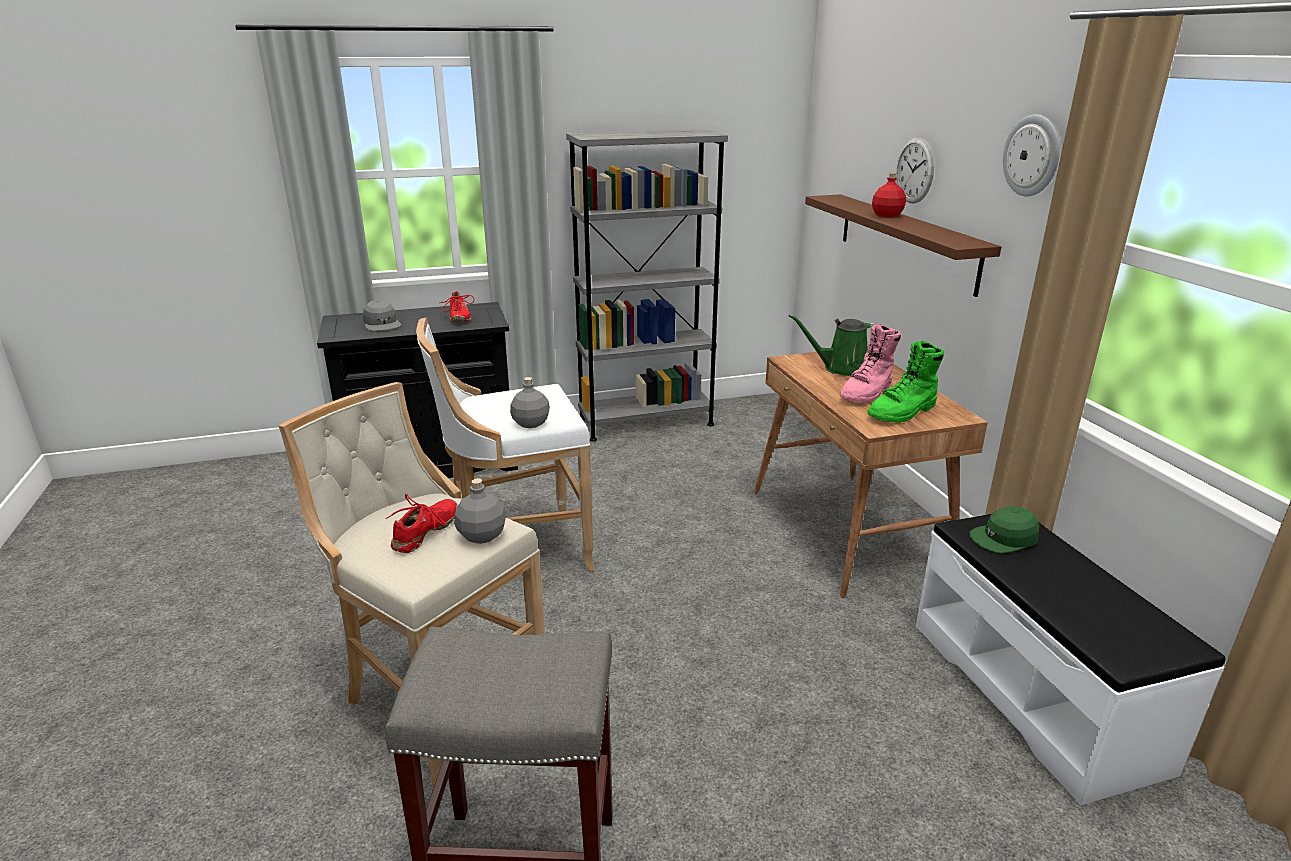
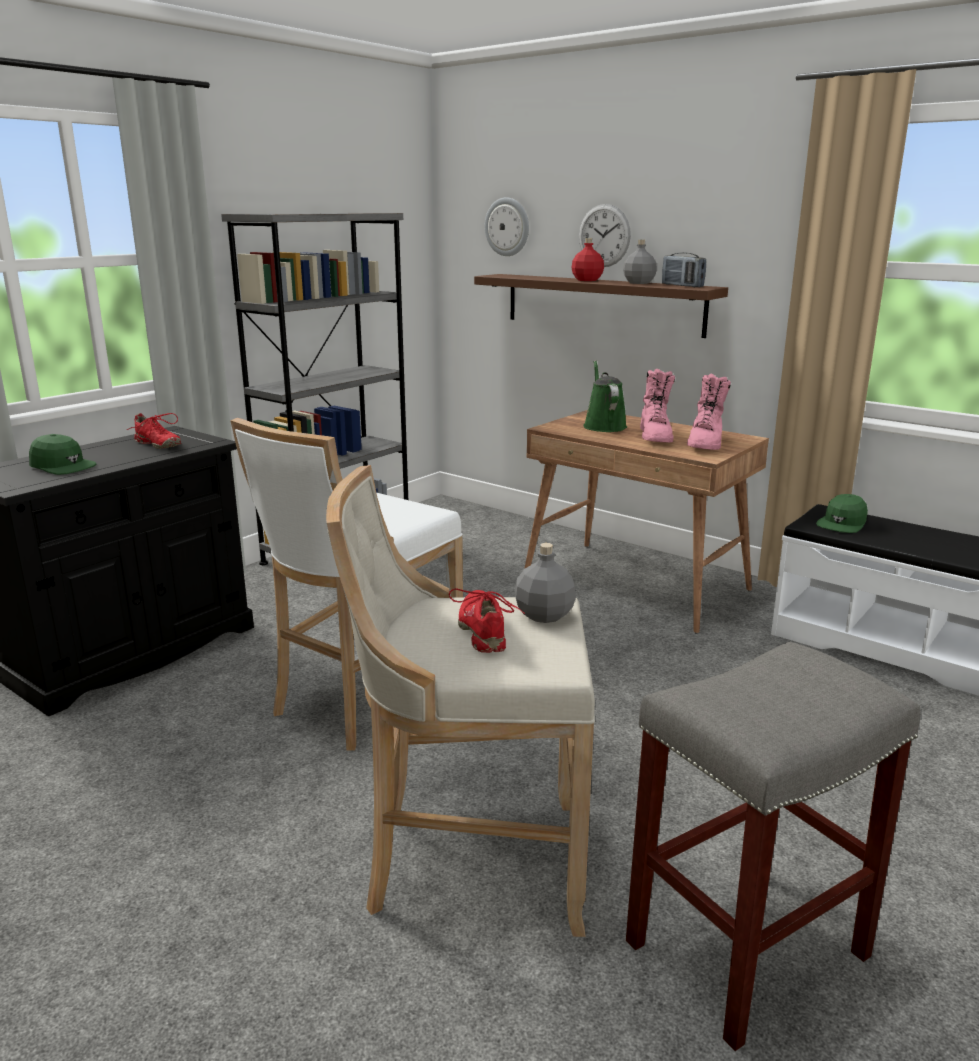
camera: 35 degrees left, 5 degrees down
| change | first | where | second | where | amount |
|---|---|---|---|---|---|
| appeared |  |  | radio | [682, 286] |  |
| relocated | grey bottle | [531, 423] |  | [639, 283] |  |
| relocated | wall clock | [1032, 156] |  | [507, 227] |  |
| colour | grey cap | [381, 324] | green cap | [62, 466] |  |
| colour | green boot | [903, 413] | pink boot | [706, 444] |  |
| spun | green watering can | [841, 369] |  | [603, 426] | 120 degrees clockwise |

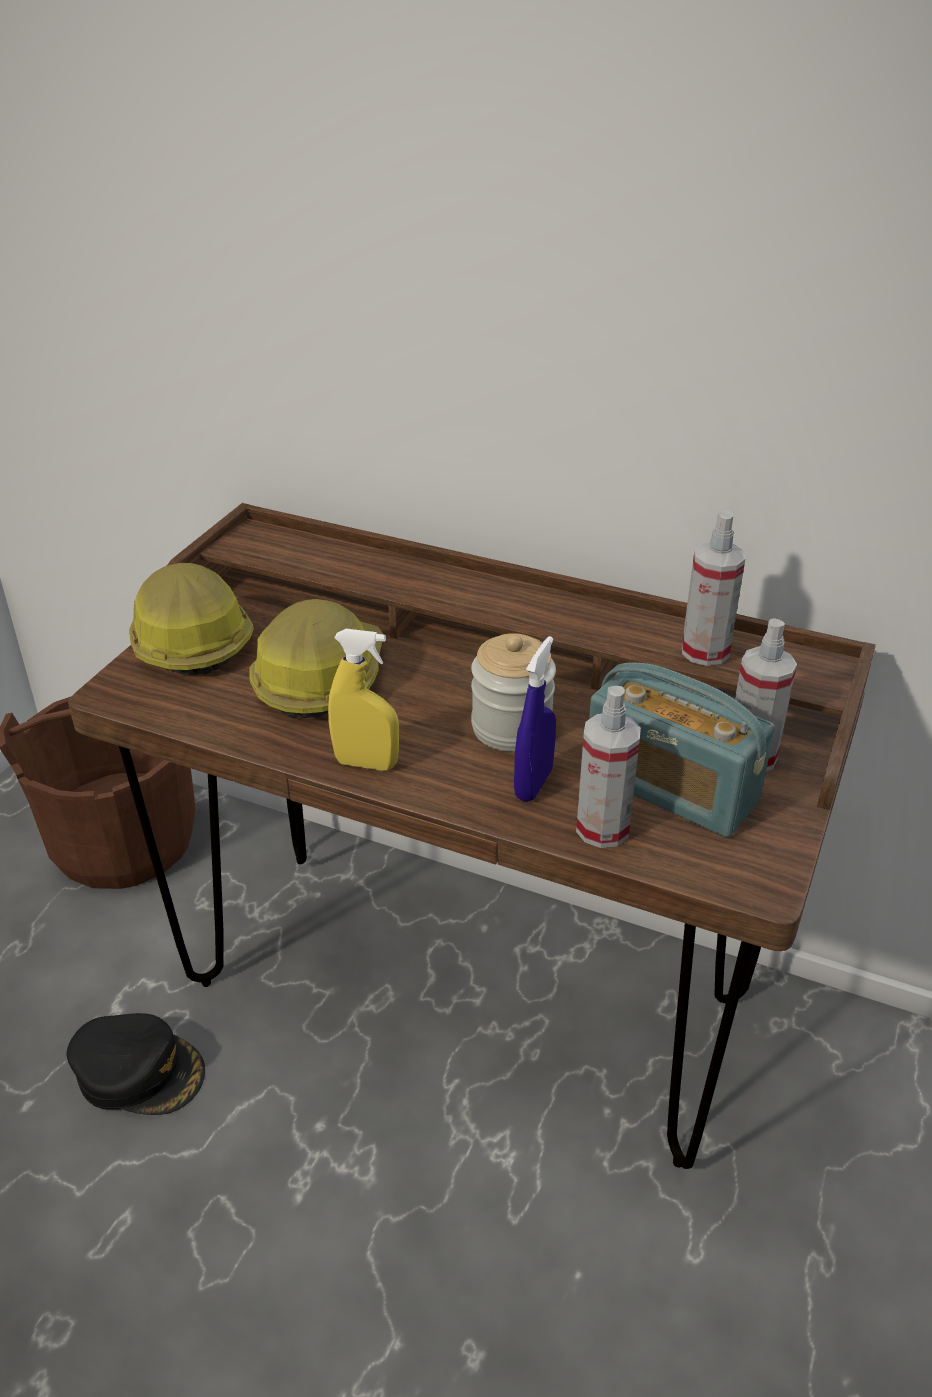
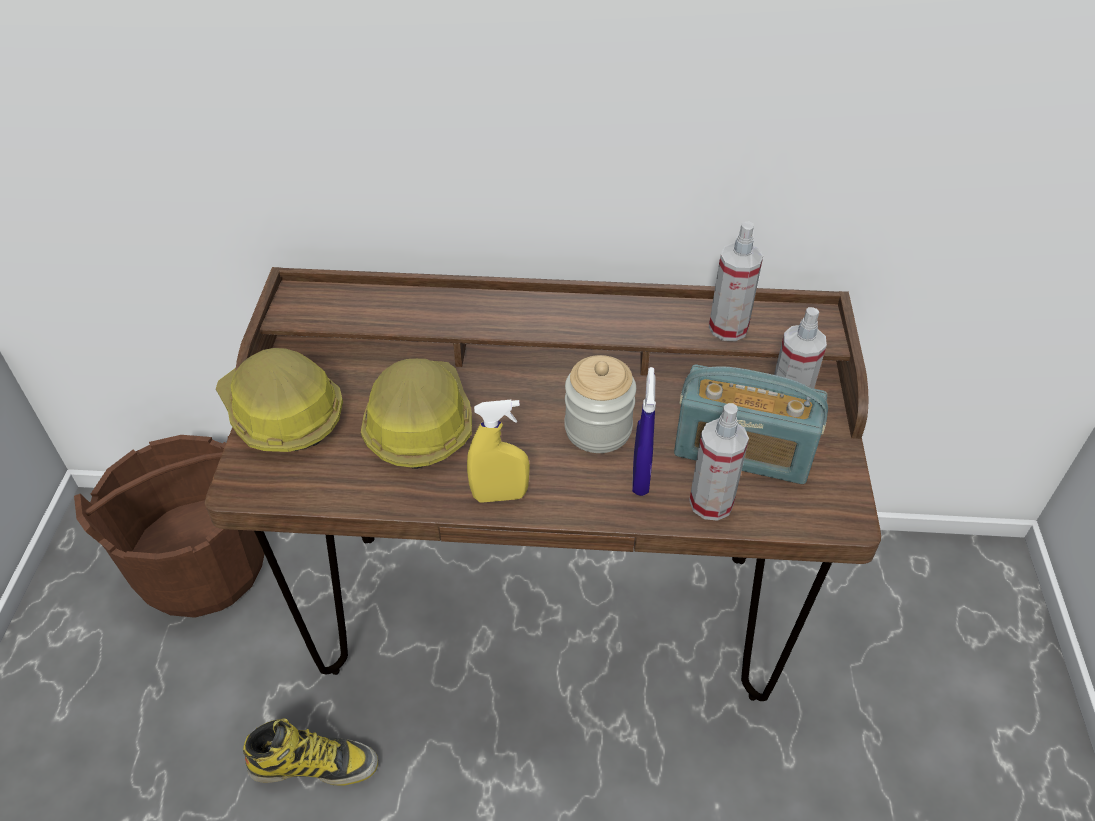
camera: 20 degrees left, 10 degrees up
| change | first | where | second | where | amount |
|---|---|---|---|---|---|
| exchanged | black cap | [139, 1071] | boot | [314, 764] |  |

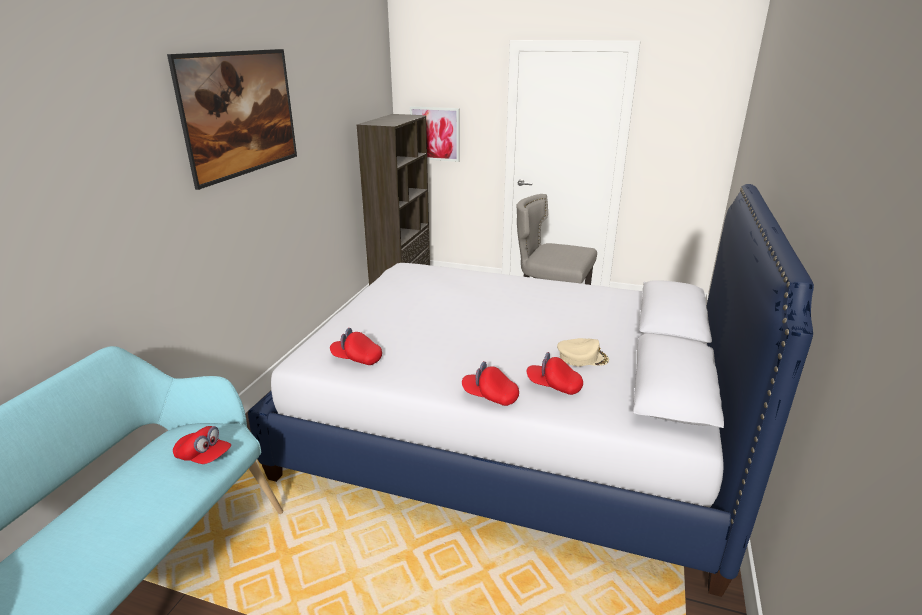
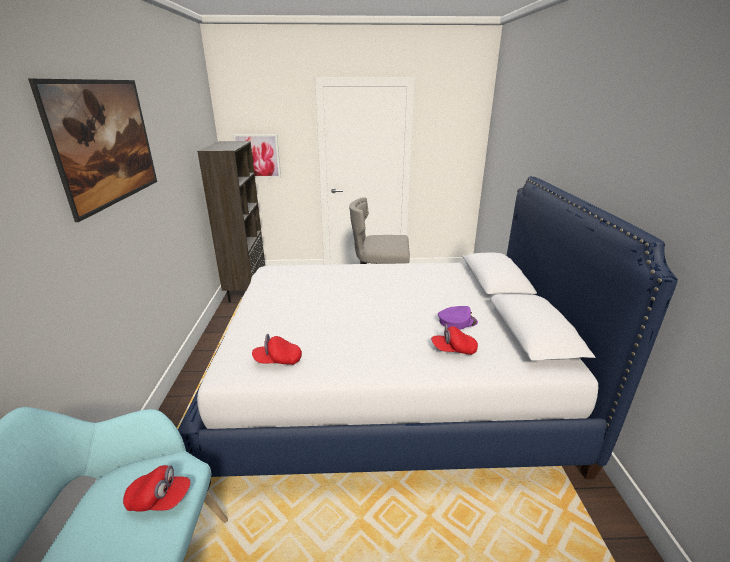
camera: 20 degrees left, 0 degrees up
| change | first | where | second | where | amount |
|---|---|---|---|---|---|
| missing | red cap | [490, 396] |  |  |  |
| colour | beige cap | [582, 357] | purple cap | [457, 321] |  |

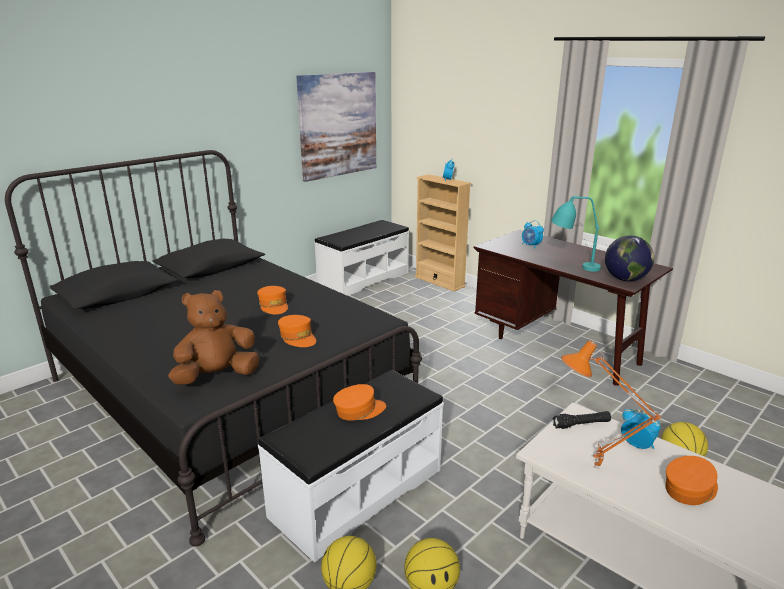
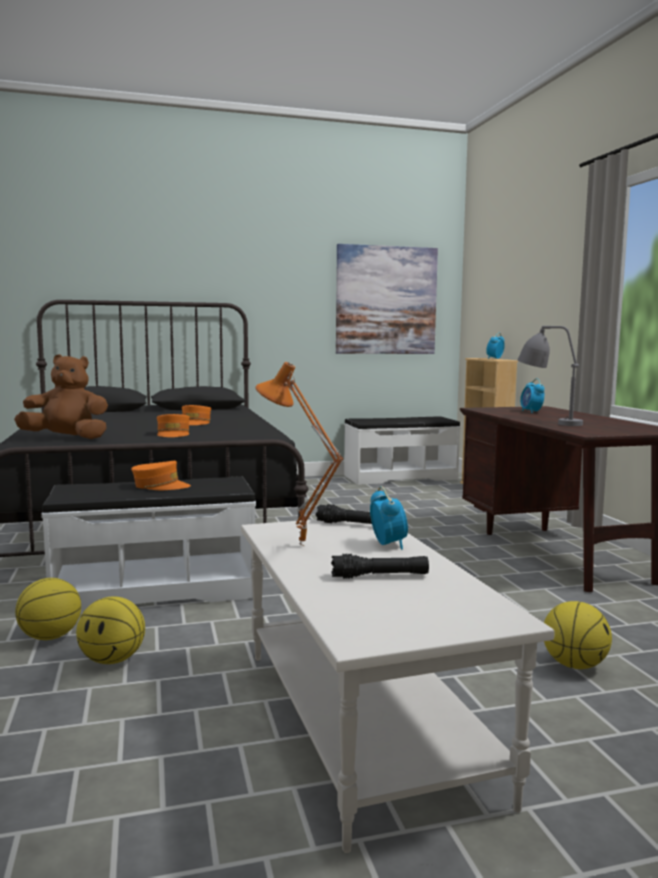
camera: 30 degrees right, 15 degrees down
| change | first | where | second | where | amount |
|---|---|---|---|---|---|
| missing | globe | [625, 279] |  |  |  |
| exchanged | orange cap | [690, 488] | black flashlight | [380, 576] |  |
| colour | turquoise table lamp | [571, 266] | grey table lamp | [546, 422] |  |

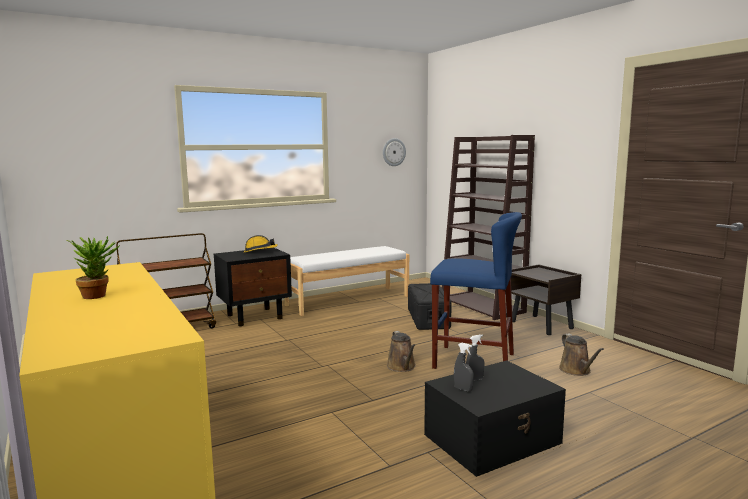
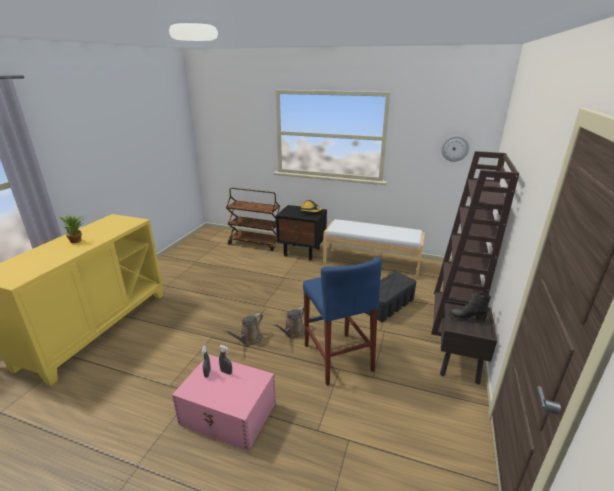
camera: 50 degrees right, 15 degrees up
| change | first | where | second | where | amount |
|---|---|---|---|---|---|
| appeared |  |  | black boot | [466, 318] |  |
| relocated | brown watering can | [576, 371] |  | [249, 339] |  |
| colour | black storage box | [493, 439] | pink storage box | [229, 414] |  |

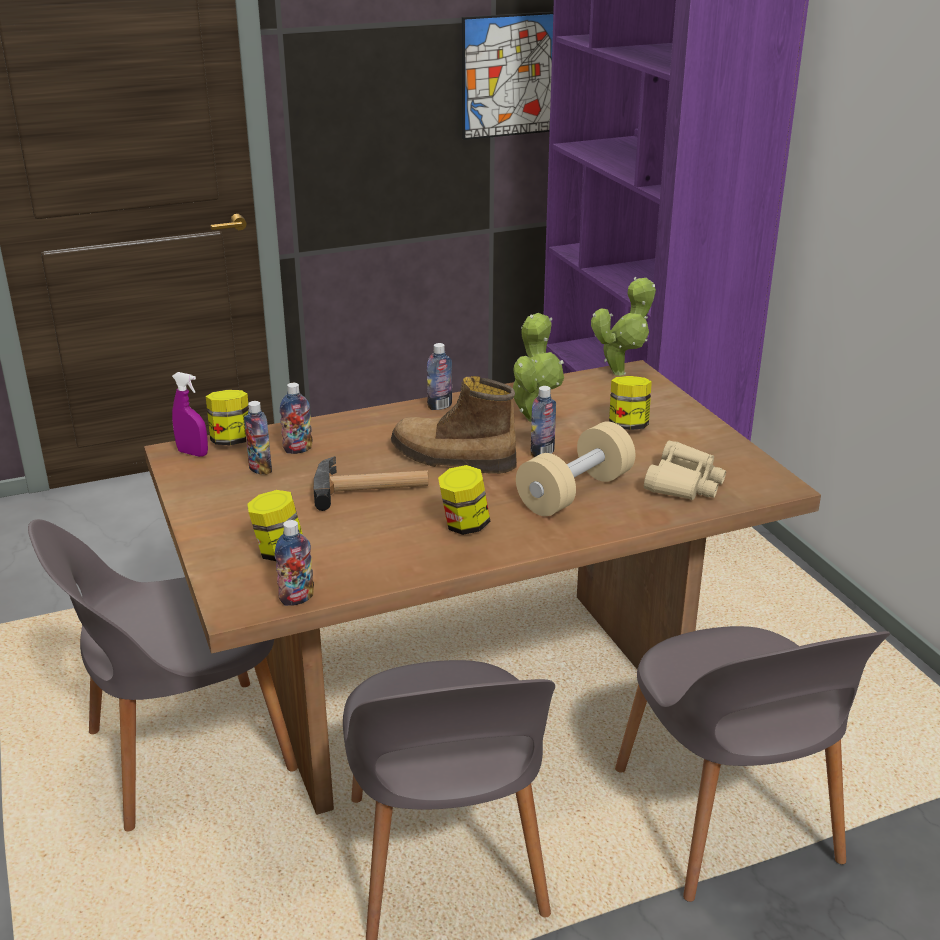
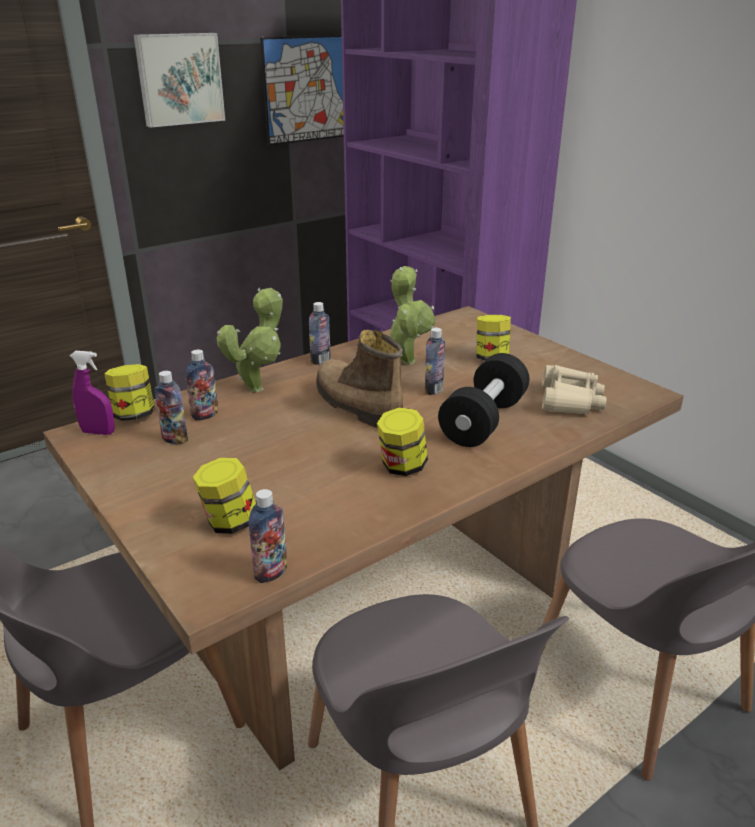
camera: 15 degrees left, 0 degrees up
| change | first | where | second | where | amount |
|---|---|---|---|---|---|
| missing | hammer | [371, 488] |  |  |  |
| appeared |  |  | picture | [179, 79] |  |
| relocated | potted plant | [621, 371] |  | [258, 387] |  |
| colour | beige dumbbell | [575, 492] | black dumbbell | [483, 421] |  |
| spun | boot | [452, 459] |  | [356, 405] | 45 degrees clockwise |

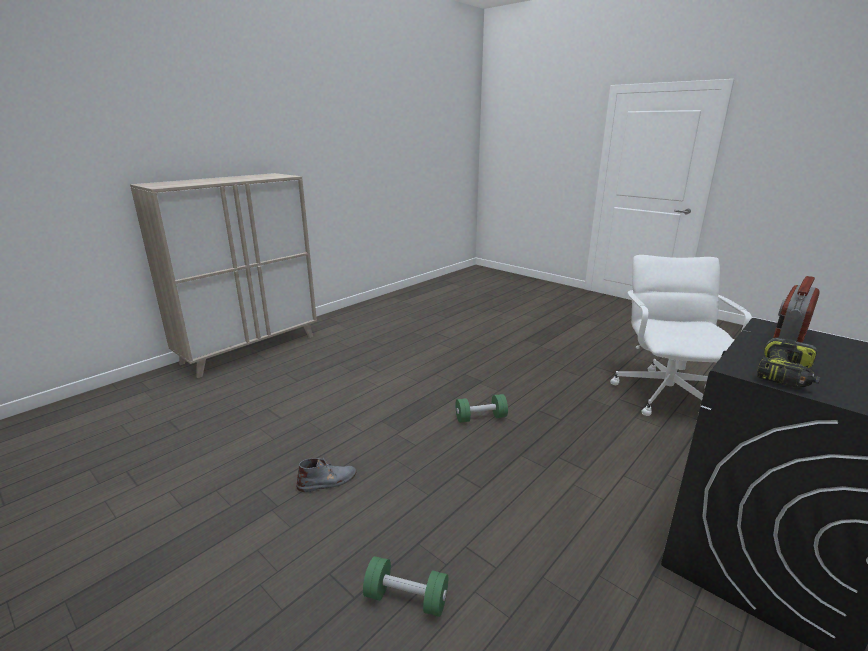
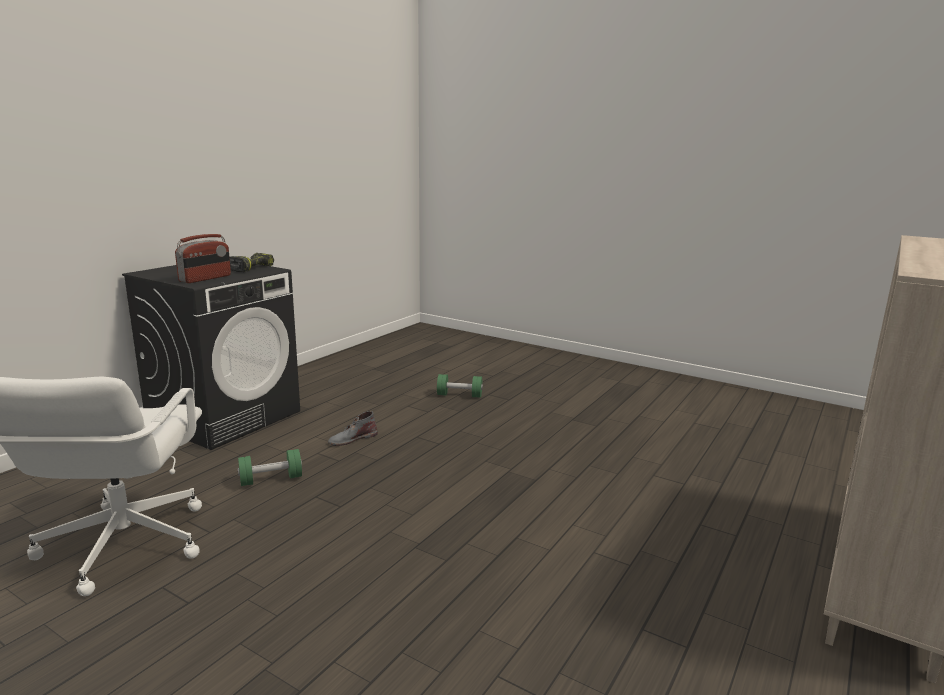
camera: 170 degrees right, 5 degrees down
| change | first | where | second | where | amount |
|---|---|---|---|---|---|
| relocated | grey boot | [328, 481] |  | [352, 439] |  |
| relocated | green dumbbell | [481, 418] |  | [271, 479] |  |

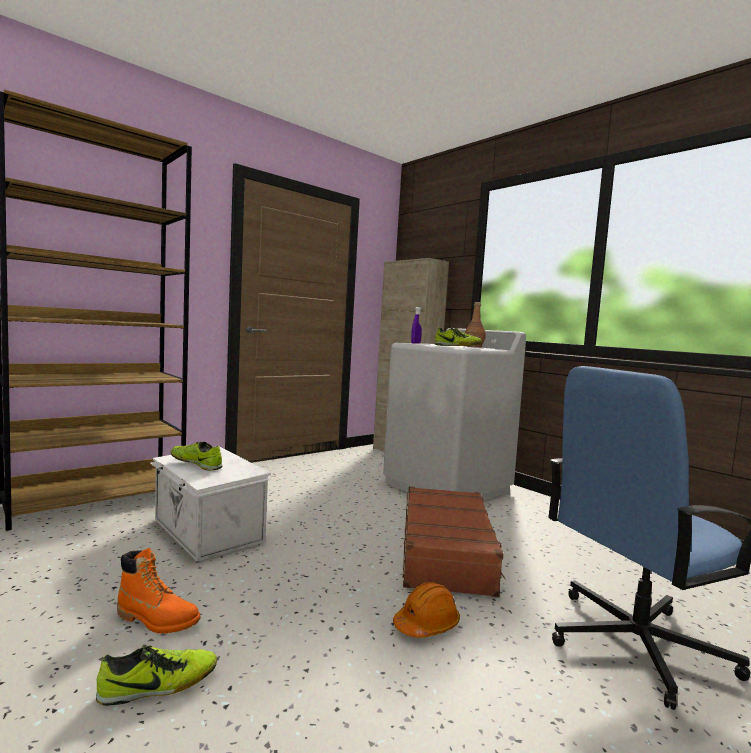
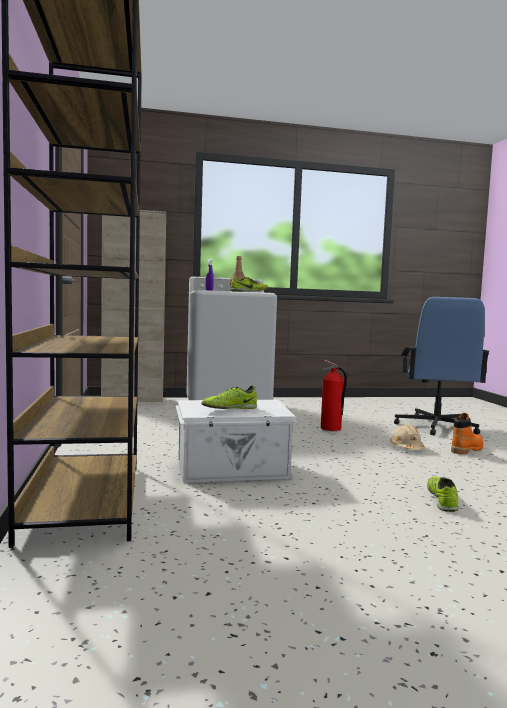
camera: 60 degrees left, 0 degrees up
| change | first | where | second | where | amount |
|---|---|---|---|---|---|
| relocated | orange boot | [157, 619] |  | [467, 449] |  |
| exchanged | brown suitcase | [447, 553] | fire extinguisher | [331, 429] |  |
| colour | orange hard hat | [426, 625] | beige hard hat | [406, 447] |  |

